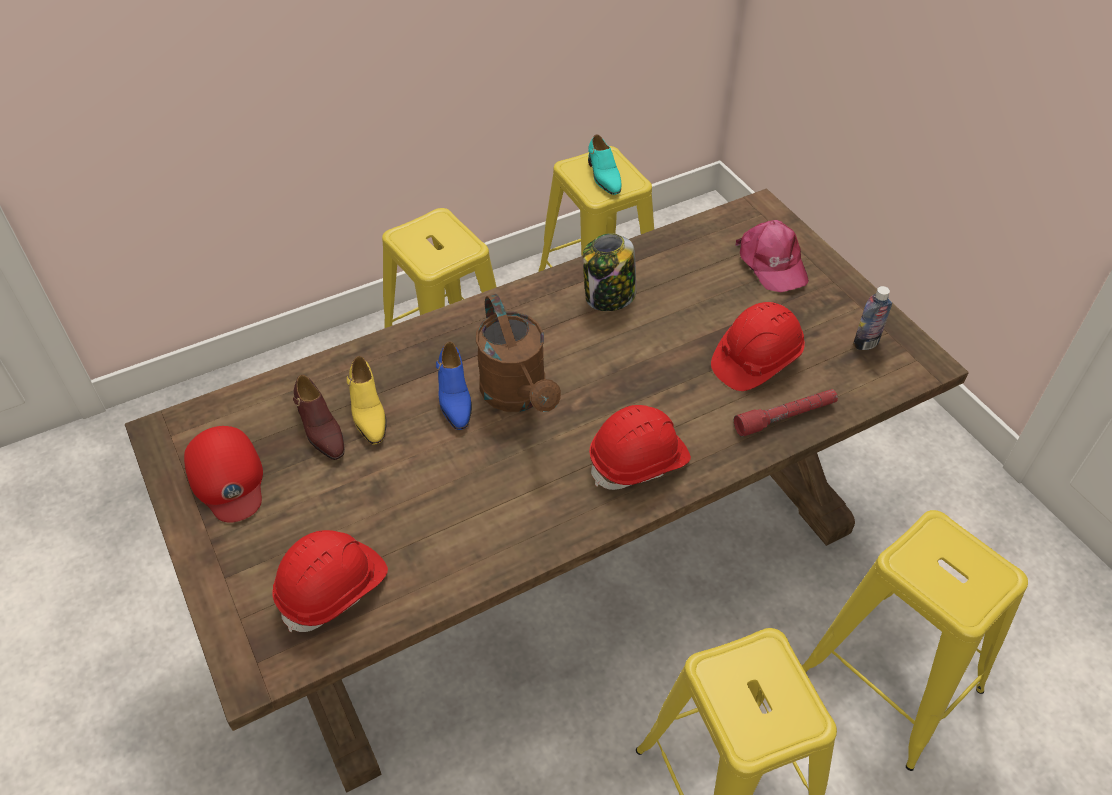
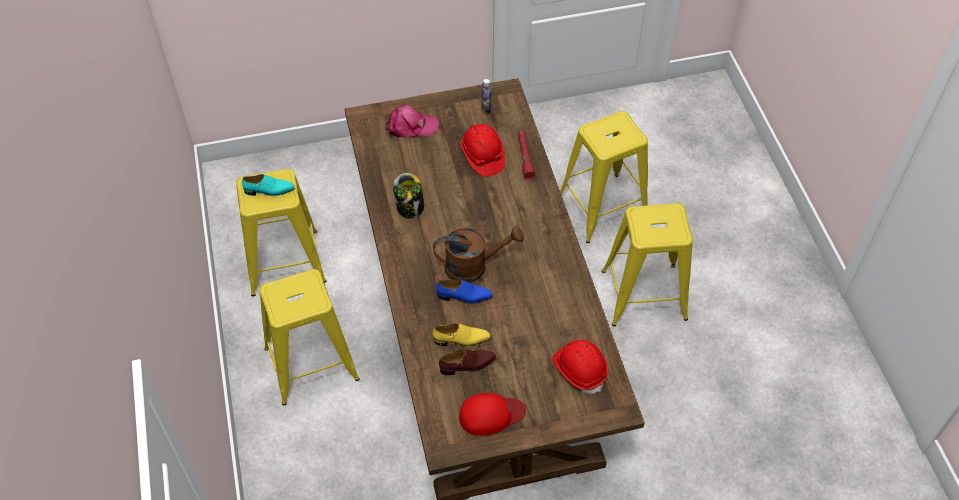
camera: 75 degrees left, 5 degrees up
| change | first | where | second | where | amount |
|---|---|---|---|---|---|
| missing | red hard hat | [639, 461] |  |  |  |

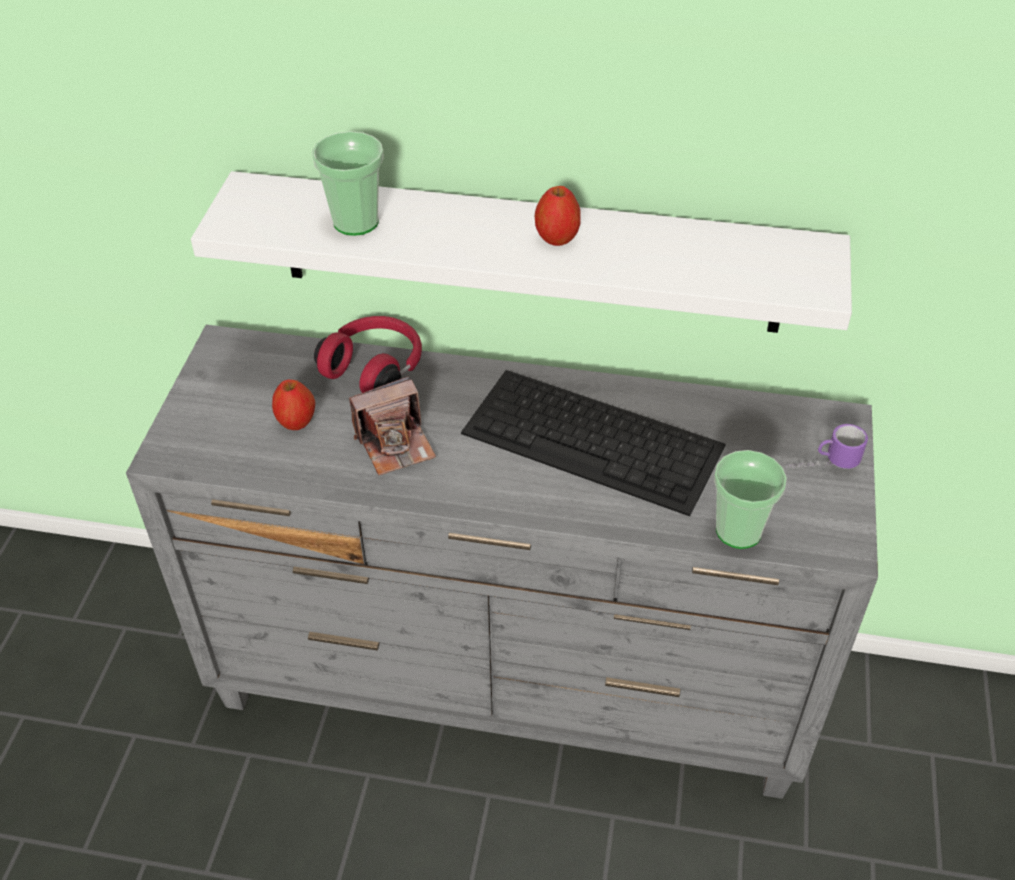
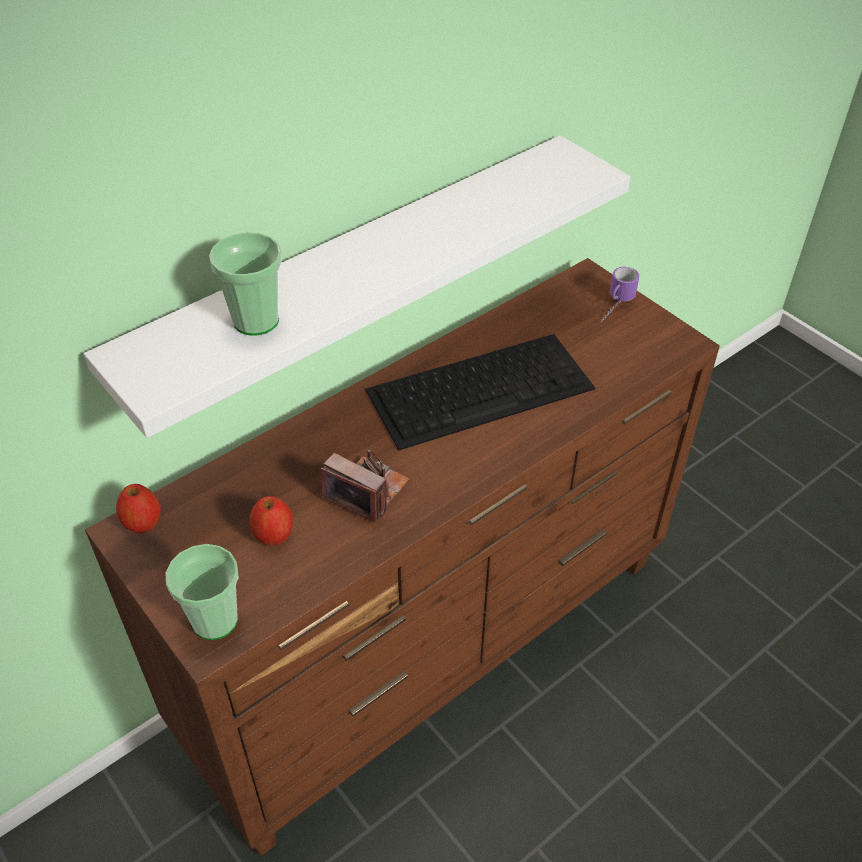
camera: 50 degrees left, 0 degrees up
| change | first | where | second | where | amount |
|---|---|---|---|---|---|
| missing | red headphones | [375, 368] |  |  |  |
| relocated | apple | [557, 237] |  | [143, 523] |  |
| relocated | cup | [738, 531] |  | [215, 620] |  |
| colour | grey dresser | [512, 686] | brown dresser | [431, 648] |  |
| spun | photo camera | [395, 444] |  | [367, 491] | 75 degrees counterclockwise |

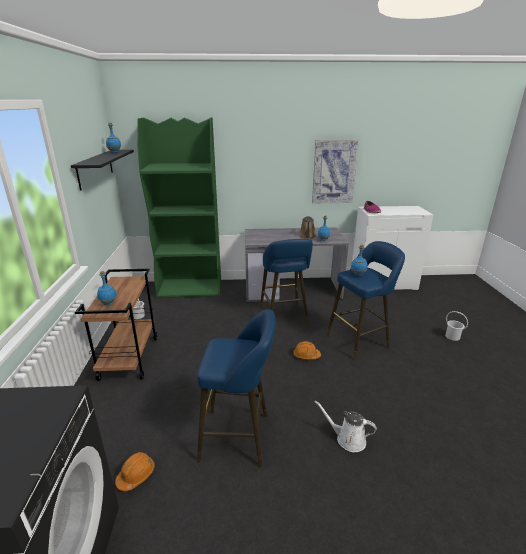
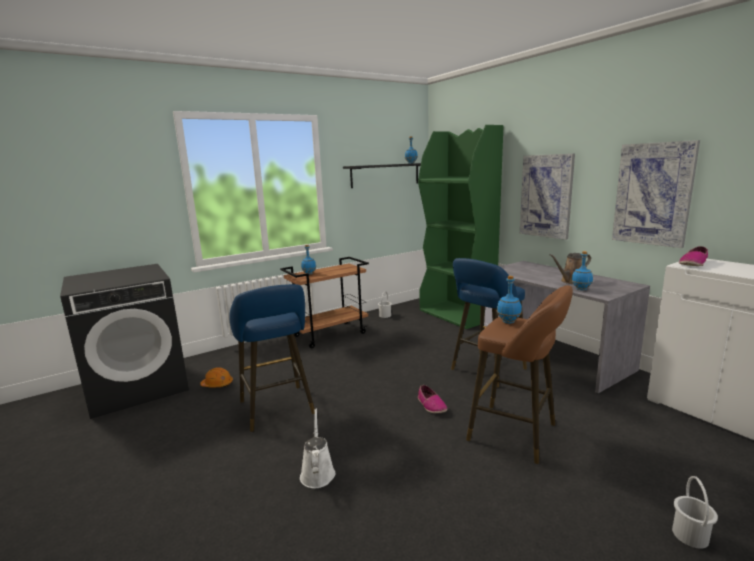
camera: 60 degrees right, 10 degrees down
| change | first | where | second | where | amount |
|---|---|---|---|---|---|
| appeared |  |  | picture | [546, 196] |  |
| exchanged | orange hard hat | [306, 355] | shoe | [431, 405] |  |
| colour | blue stool | [360, 340] | brown stool | [517, 434] |  |

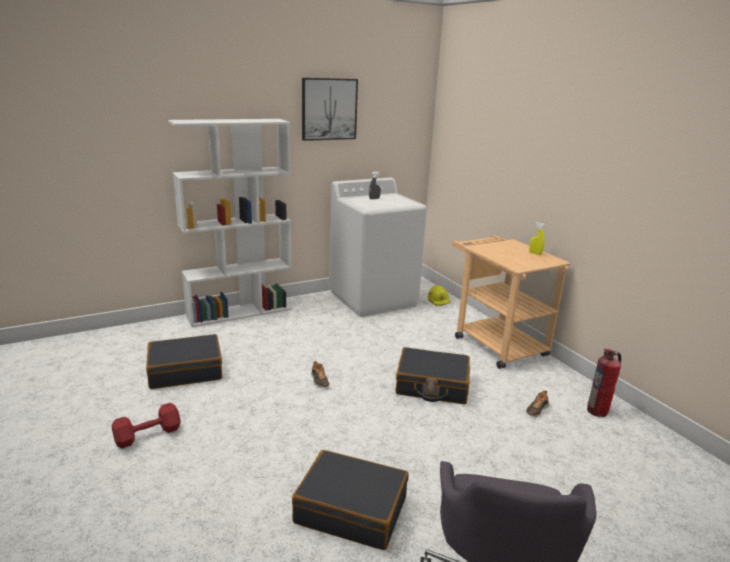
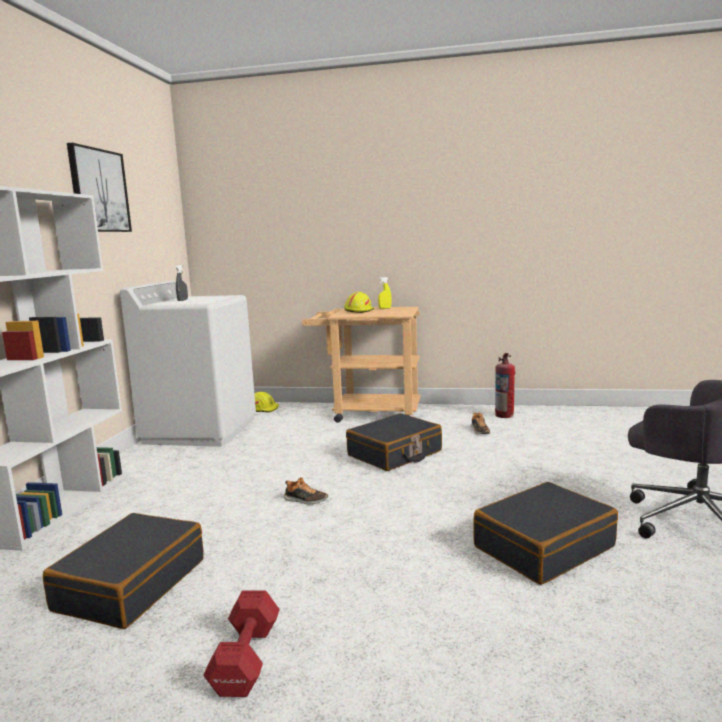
camera: 50 degrees left, 10 degrees down
| change | first | where | second | where | amount |
|---|---|---|---|---|---|
| appeared |  |  | yellow hard hat | [358, 311] |  |

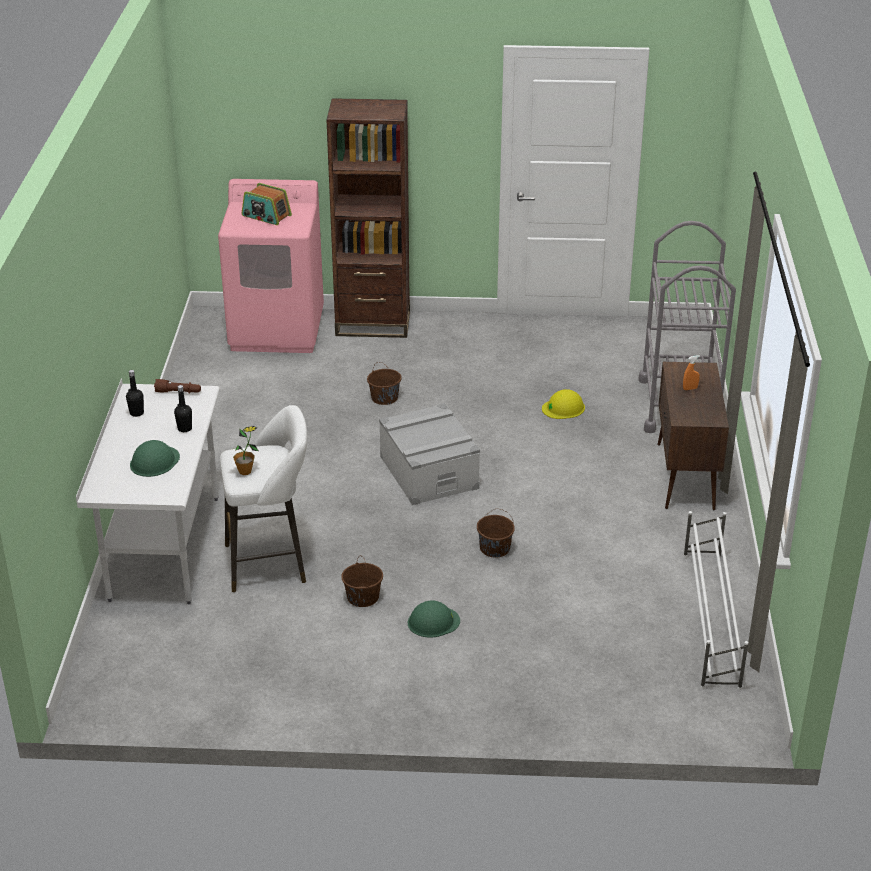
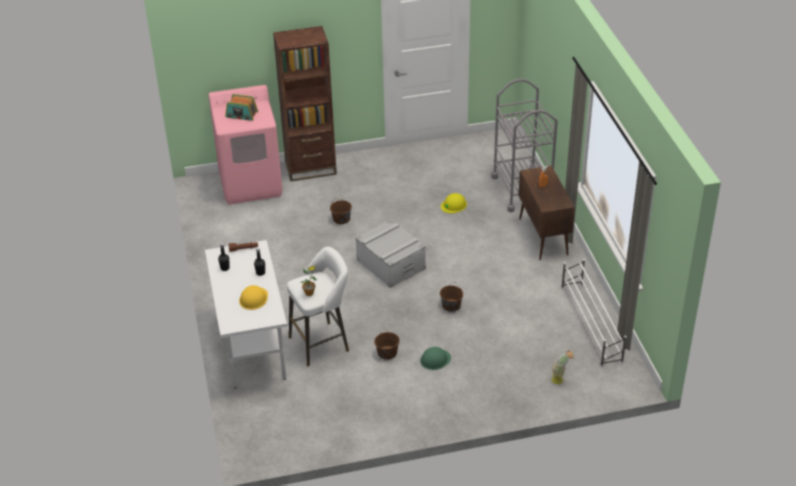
camera: 15 degrees left, 5 degrees up
| change | first | where | second | where | amount |
|---|---|---|---|---|---|
| appeared |  |  | potted plant | [560, 380] |  |
| colour | green hard hat | [154, 461] | yellow hard hat | [253, 298] |  |

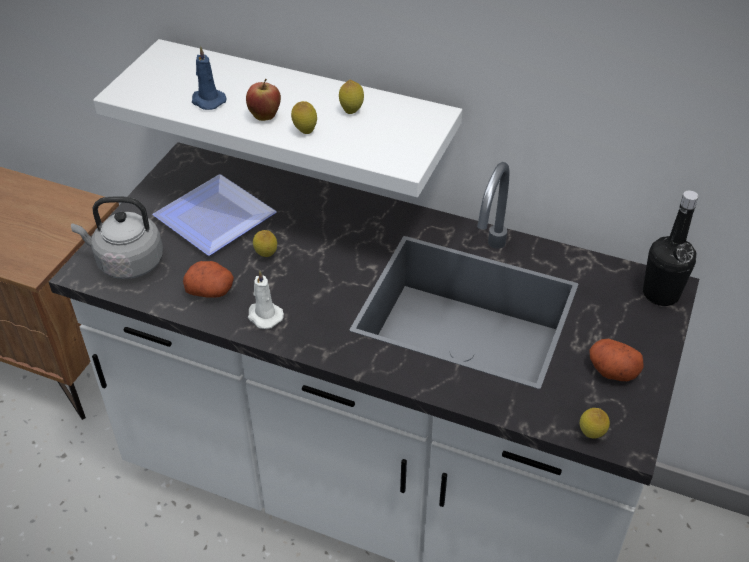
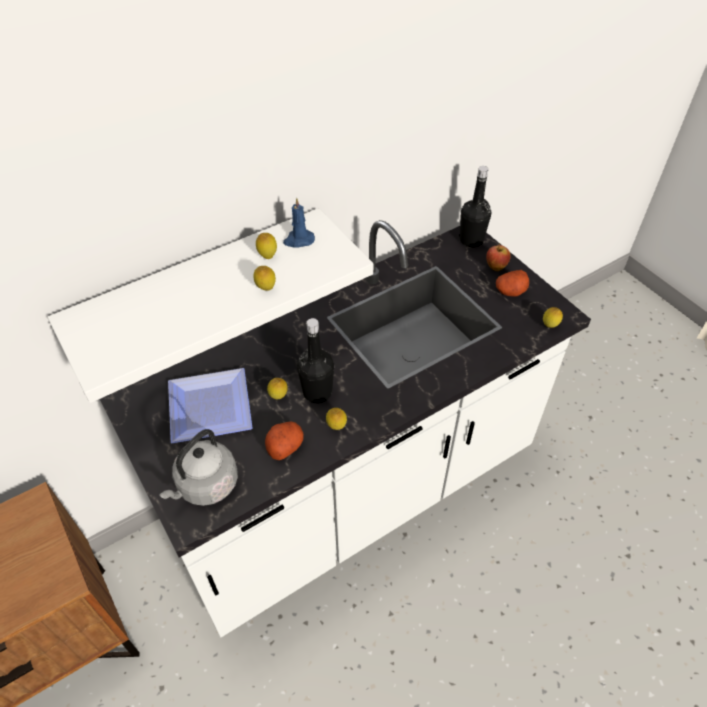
camera: 55 degrees left, 5 degrees up
| change | first | where | second | where | amount |
|---|---|---|---|---|---|
| appeared |  |  | black bottle | [317, 392] |  |
| relocated | blue candle | [207, 101] |  | [298, 240] |  |
| relocated | apple | [265, 117] |  | [495, 267] |  |
| exchanged | white candle | [264, 316] | lemon | [336, 427] |  |

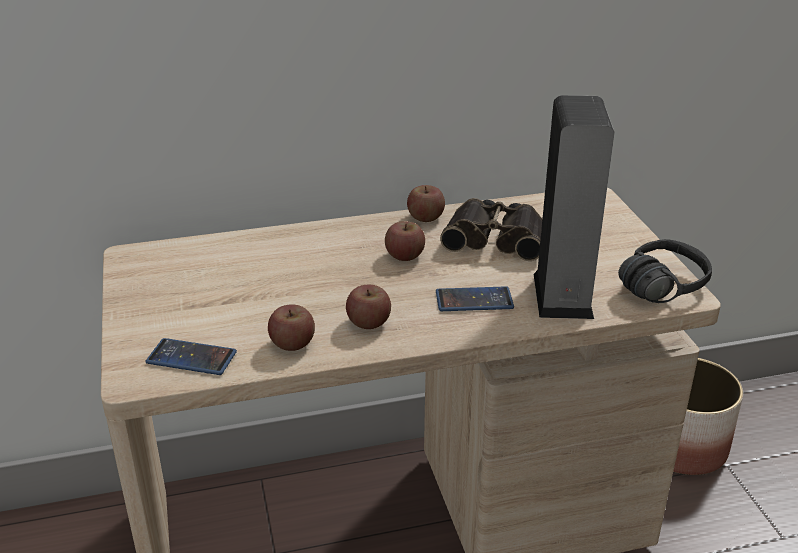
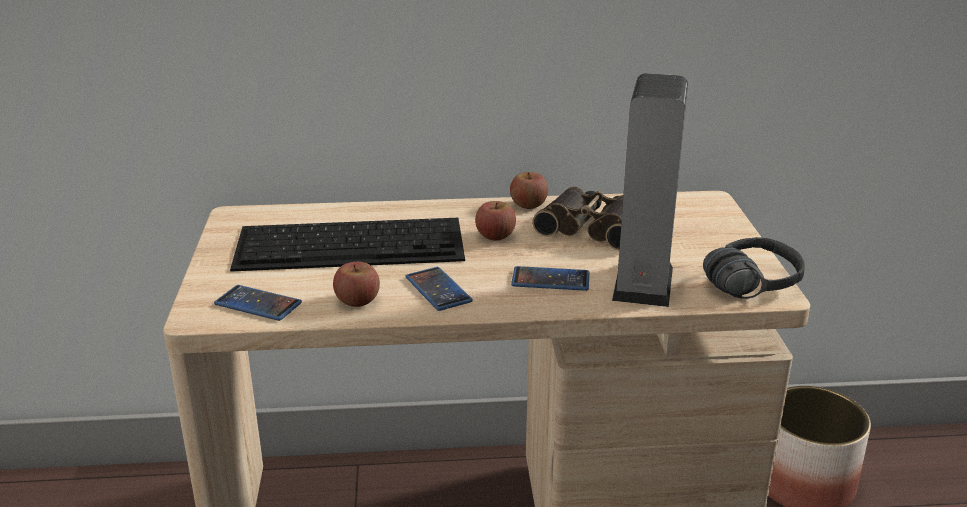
camera: 10 degrees right, 5 degrees down
| change | first | where | second | where | amount |
|---|---|---|---|---|---|
| appeared |  |  | keyboard | [352, 243] |  |
| exchanged | apple | [368, 322] | phone | [438, 290] |  |

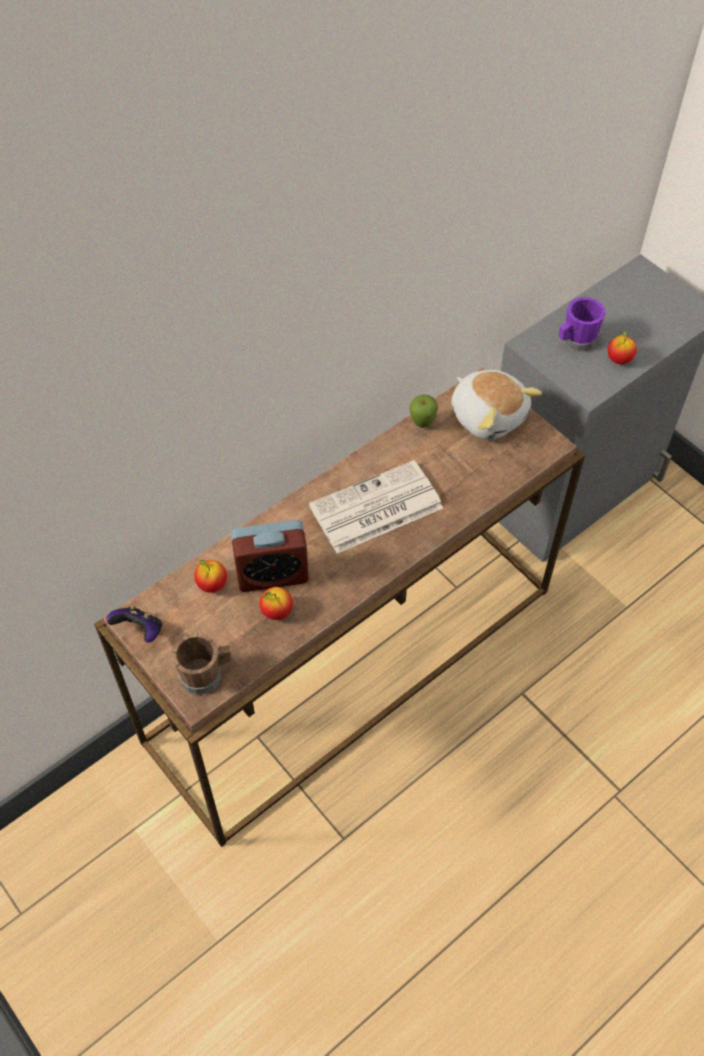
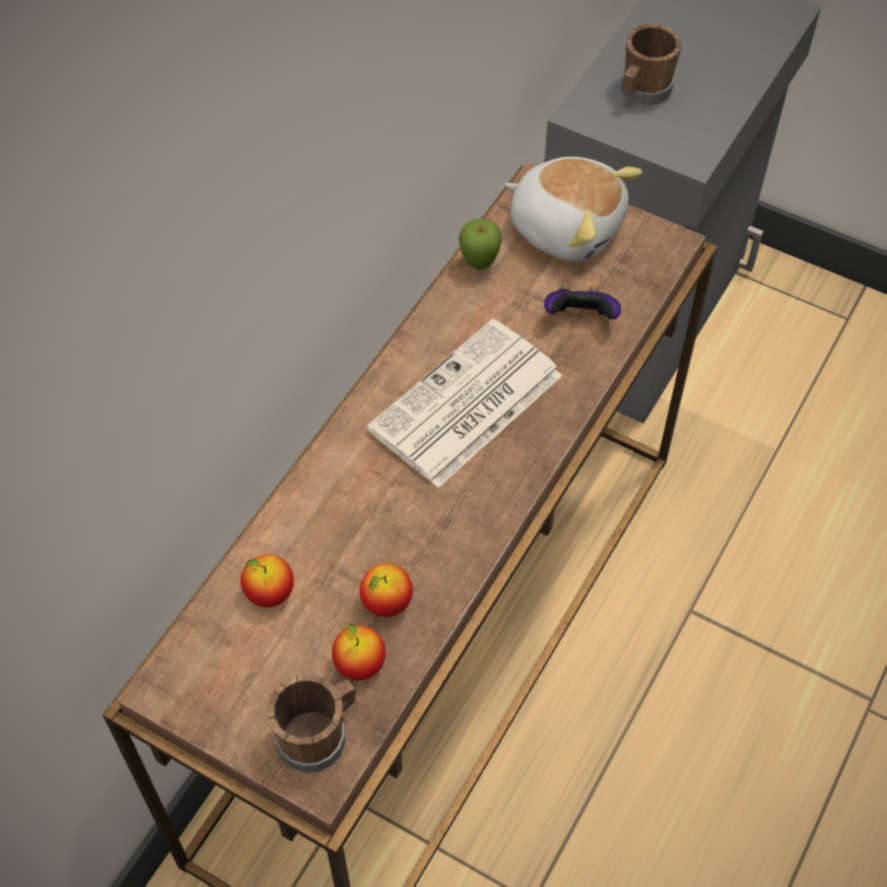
camera: 20 degrees left, 0 degrees up
| change | first | where | second | where | amount |
|---|---|---|---|---|---|
| missing | alarm clock | [272, 575] |  |  |  |
| relocated | game controller | [140, 631] |  | [580, 318] |  |
| relocated | apple | [619, 359] |  | [359, 664] |  |
| colour | purple mug | [575, 341] | brown mug | [642, 92] |  |

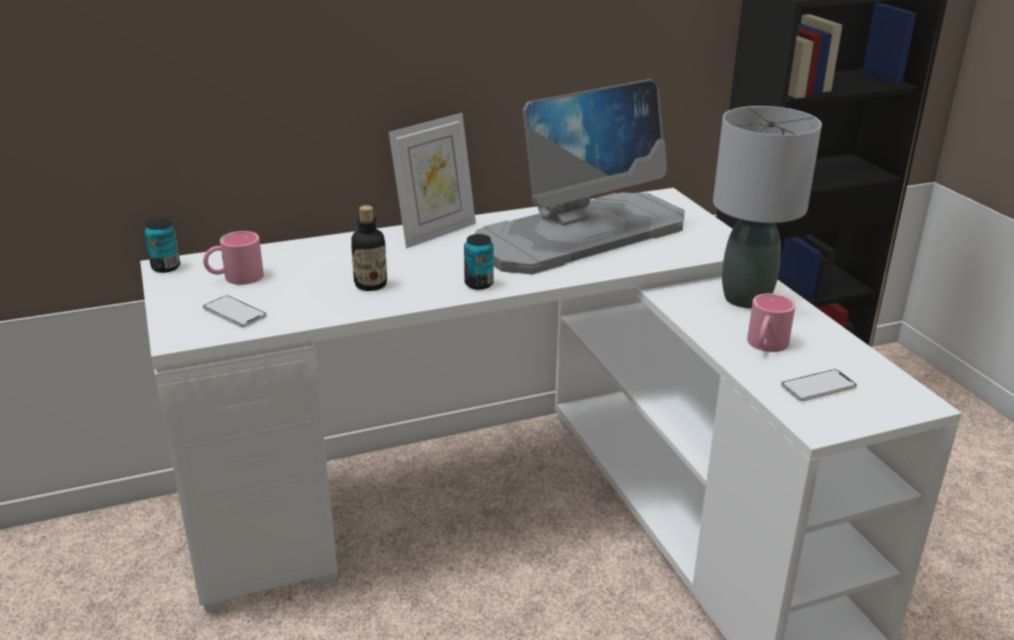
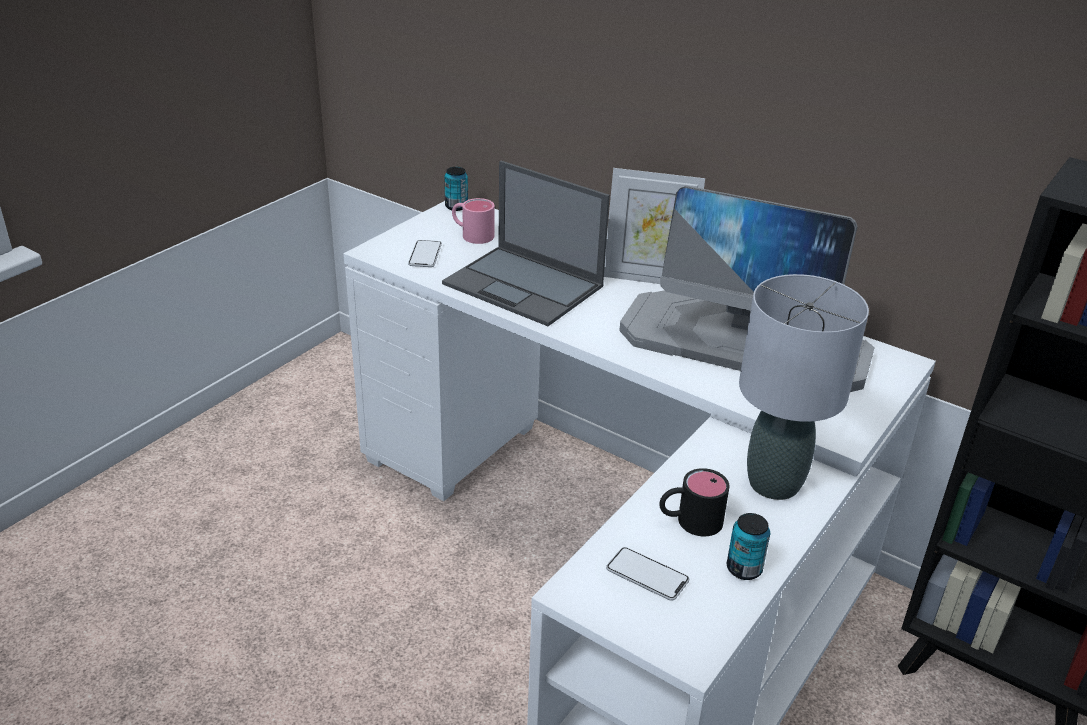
camera: 55 degrees right, 5 degrees up
| change | first | where | second | where | amount |
|---|---|---|---|---|---|
| relocated | can | [479, 284] |  | [744, 569] |  |
| exchanged | bottle | [371, 285] | laptop | [525, 286] |  |
| colour | pink mug | [765, 346] | black mug | [689, 521] |  |

